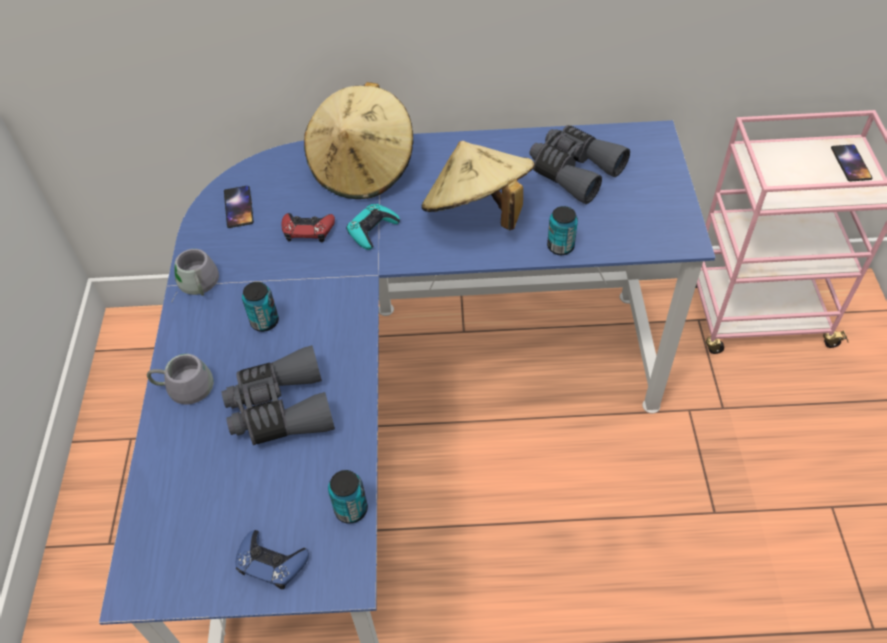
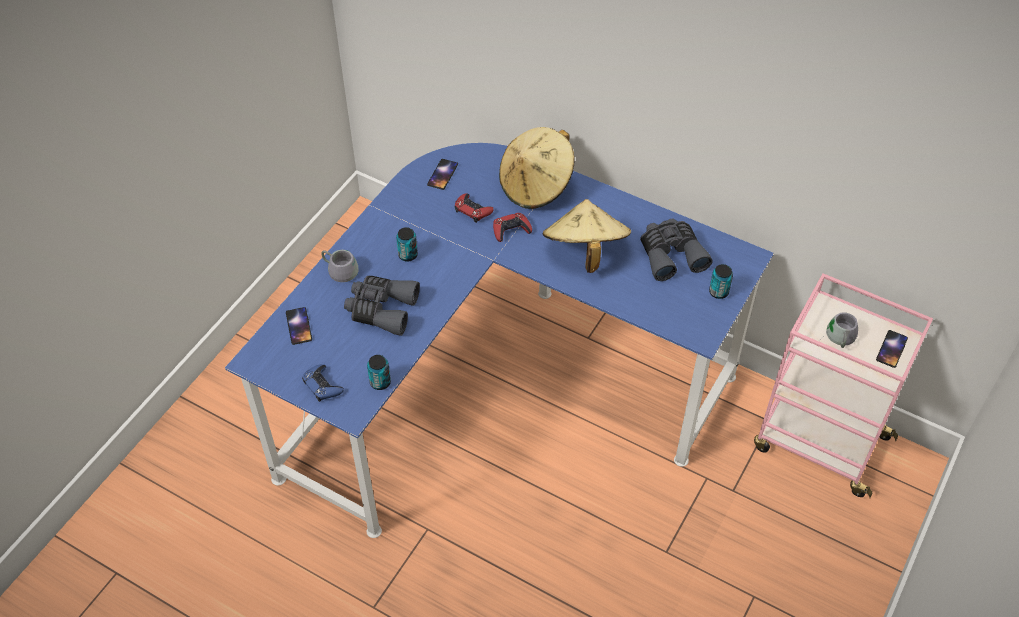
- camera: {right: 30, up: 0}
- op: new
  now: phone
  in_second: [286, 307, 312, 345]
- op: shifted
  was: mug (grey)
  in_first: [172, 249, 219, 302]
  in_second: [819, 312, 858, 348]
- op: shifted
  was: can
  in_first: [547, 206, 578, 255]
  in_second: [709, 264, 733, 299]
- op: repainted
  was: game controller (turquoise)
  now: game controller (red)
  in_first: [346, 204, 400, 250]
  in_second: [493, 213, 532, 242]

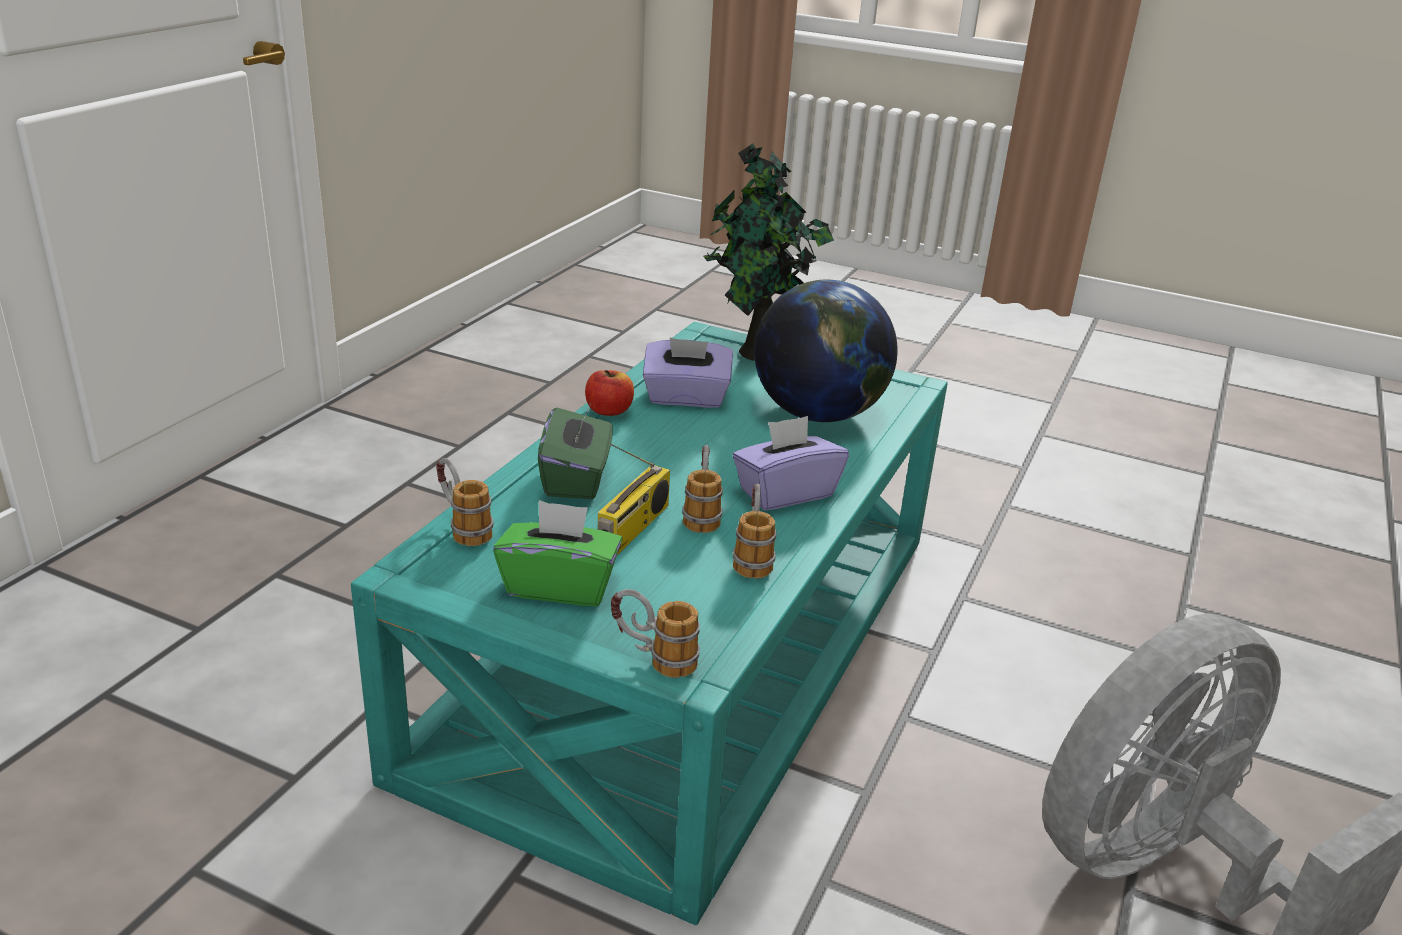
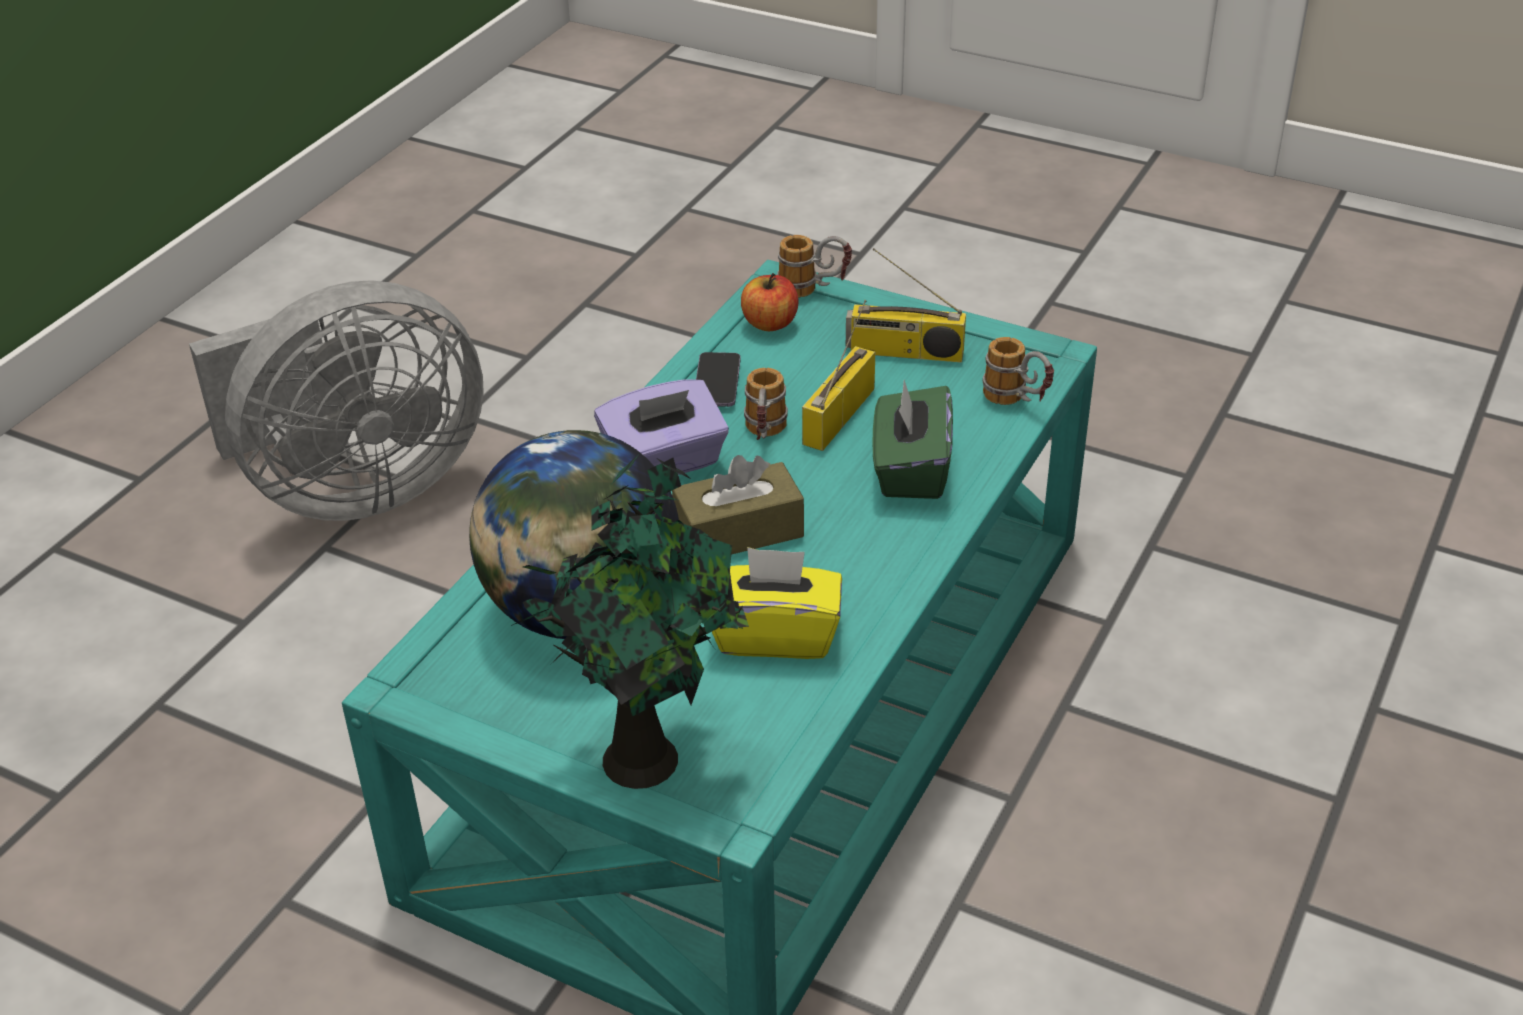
- camera: {right: -175, up: 10}
- op: new
  now: tissue box (brown)
  in_second: [672, 455, 804, 555]
- op: shifted
  was: apple
  in_first: [585, 370, 634, 416]
  in_second: [741, 273, 799, 331]
- op: swapped
  was: tissue box (green)
  now: radio
  in_first: [493, 500, 623, 606]
  in_second: [846, 248, 966, 362]
- op: swapped
  was: mug
  now: phone
  in_first: [733, 484, 776, 579]
  in_second: [696, 352, 741, 407]
- op: repainted
  was: tissue box (purple)
  now: tissue box (yellow)
  in_first: [643, 338, 733, 408]
  in_second: [712, 547, 842, 659]

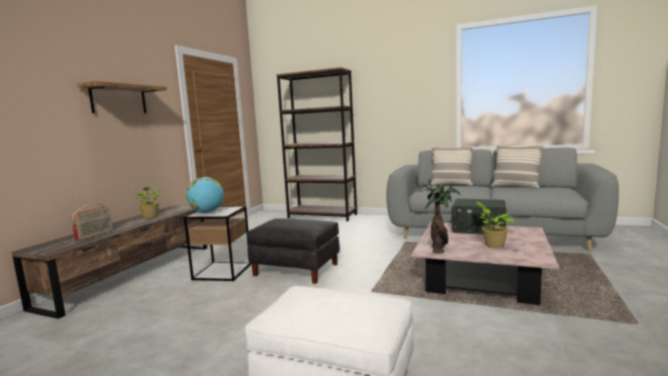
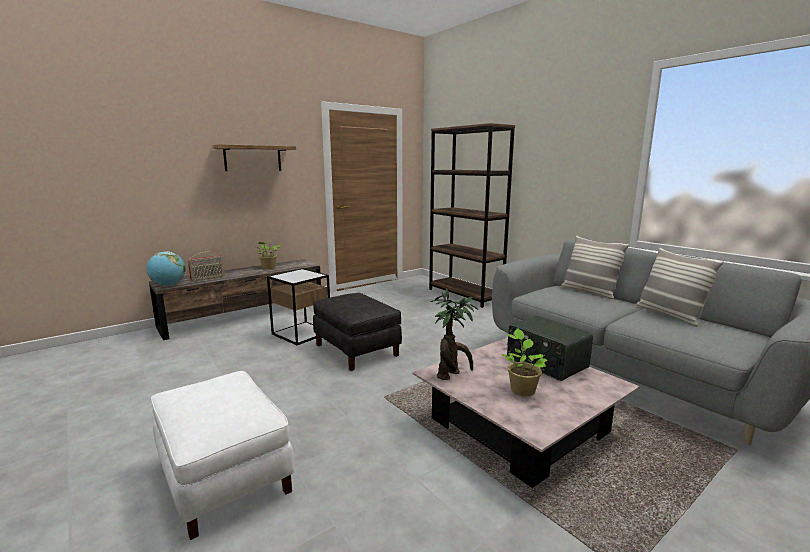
- camera: {right: 30, up: 5}
- op: shifted
  was: globe
  in_first: [186, 177, 224, 213]
  in_second: [147, 251, 186, 286]

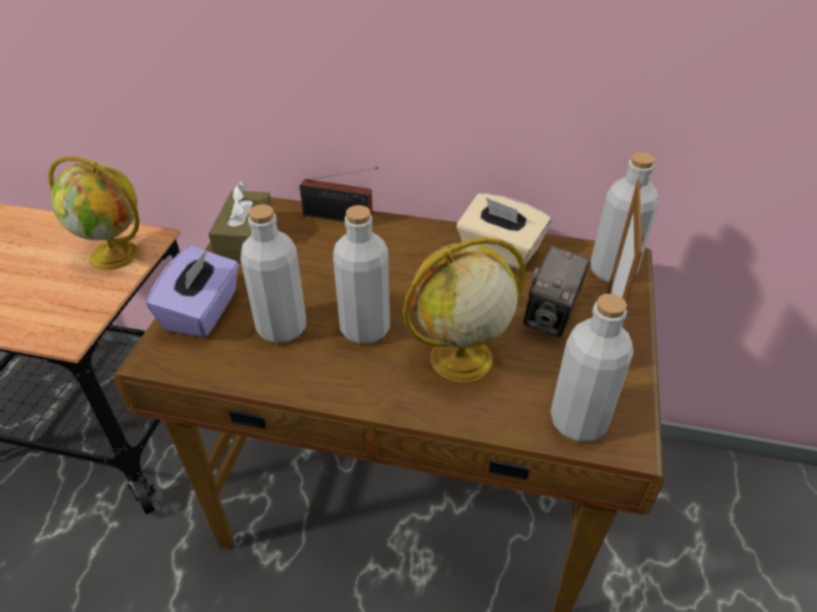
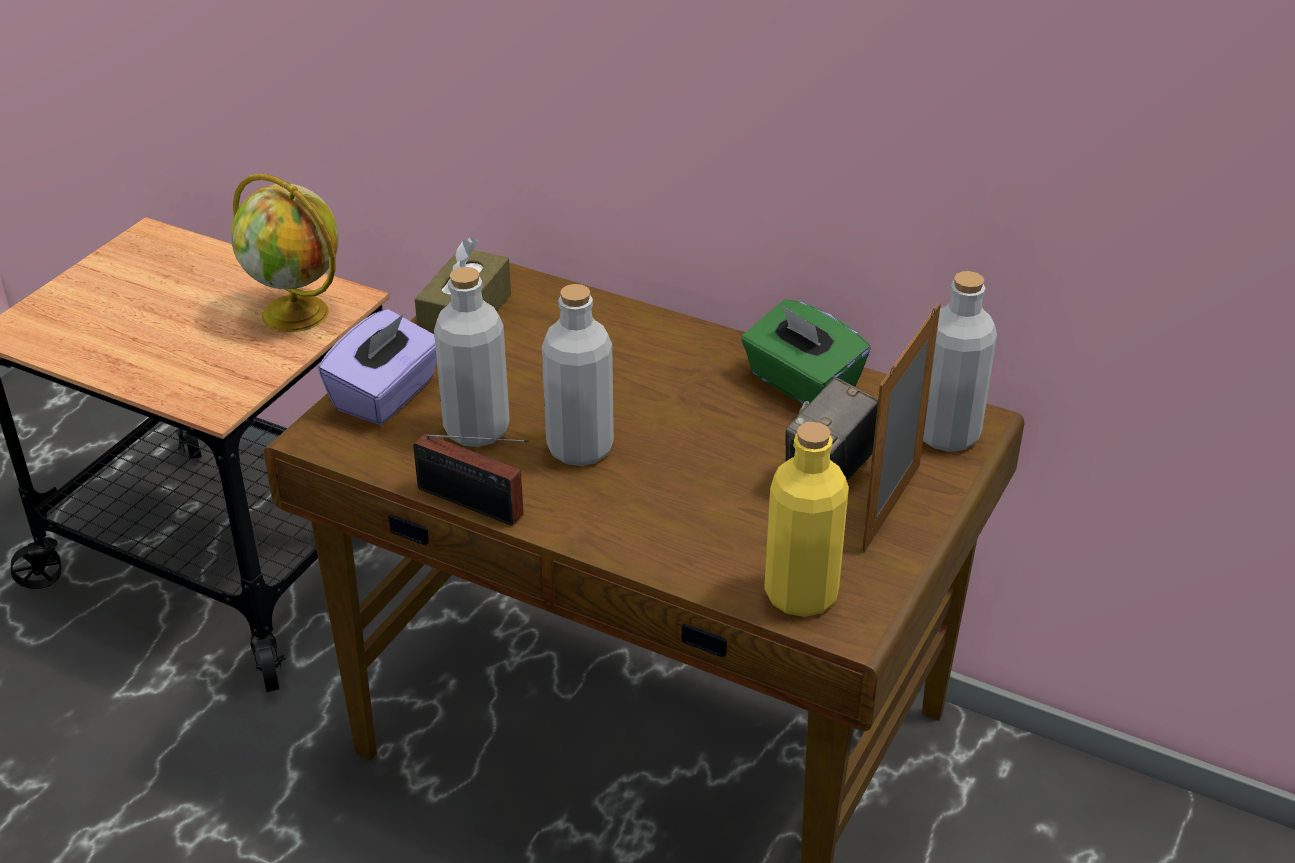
- camera: {right: 15, up: -5}
- op: gone
  was: globe
  in_first: [403, 237, 526, 382]
- op: shifted
  was: radio
  in_first: [300, 167, 378, 222]
  in_second: [413, 434, 528, 526]
- op: repainted
  was: tissue box (beige)
  now: tissue box (green)
  in_first: [457, 193, 551, 269]
  in_second: [741, 299, 871, 404]
- op: repainted
  was: bottle (grey)
  now: bottle (yellow)
  in_first: [551, 294, 634, 442]
  in_second: [764, 422, 849, 617]

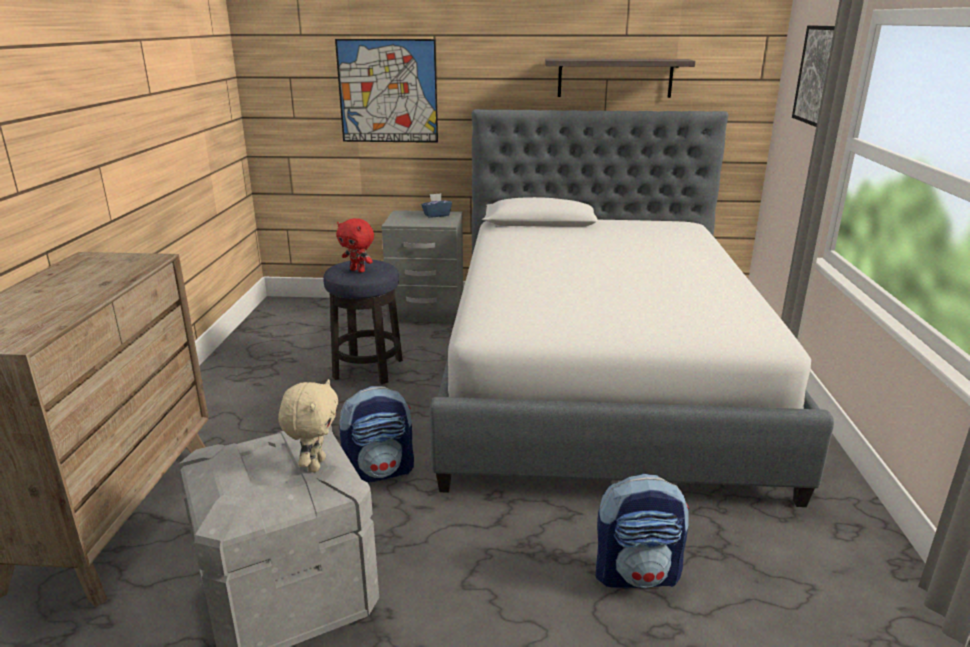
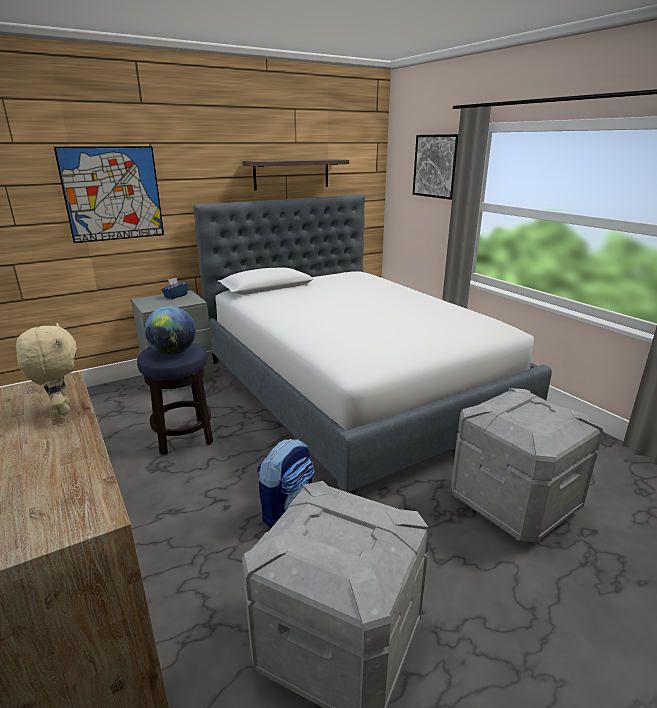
- camera: {right: -35, up: 0}
- op: shifted
  was: plush toy (beige)
  in_first: [278, 379, 339, 472]
  in_second: [16, 323, 77, 415]
- op: swapped
  was: plush toy (red)
  now: globe
  in_first: [337, 218, 374, 273]
  in_second: [145, 306, 196, 355]
- op: swapped
  was: backpack
  now: storage box (grey)
  in_first: [595, 474, 689, 588]
  in_second: [451, 388, 603, 543]

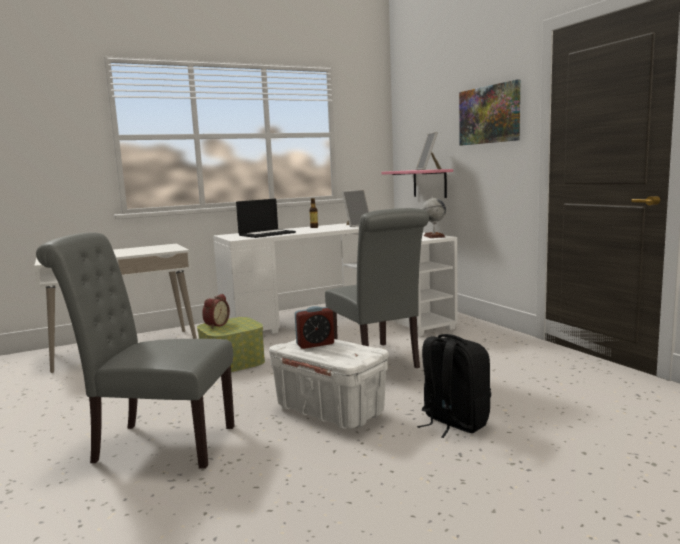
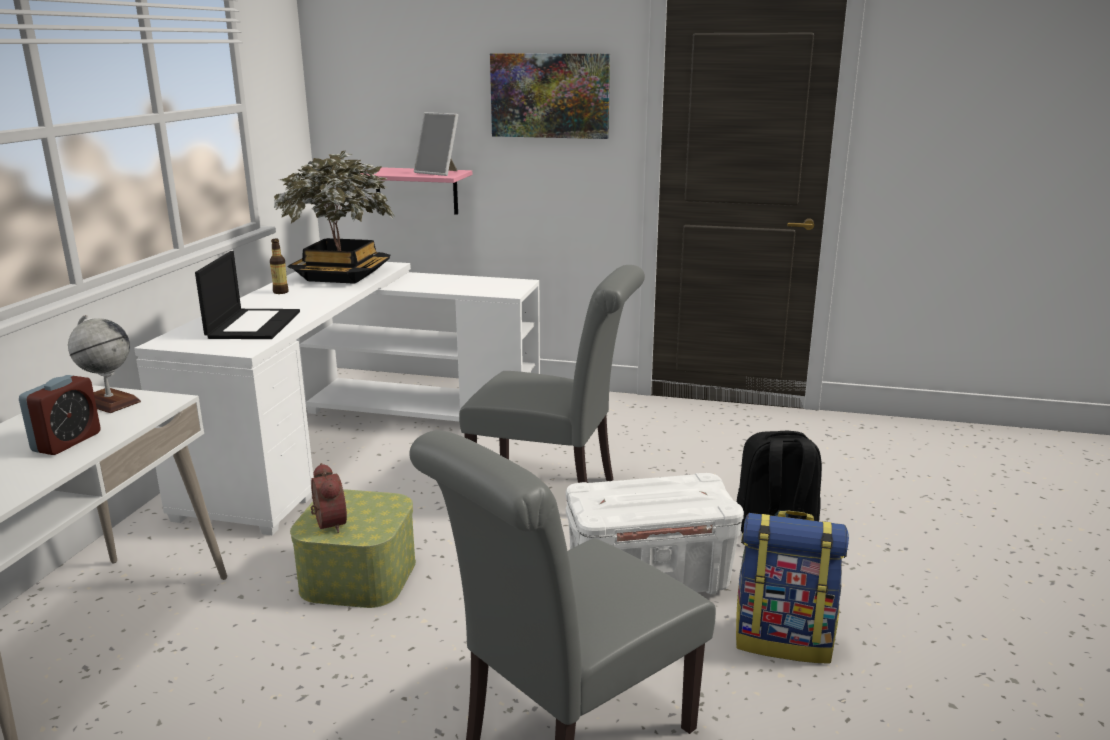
- camera: {right: -50, up: 10}
- op: new
  now: backpack
  in_second: [736, 511, 849, 664]
- op: shifted
  was: alarm clock
  in_first: [295, 306, 334, 349]
  in_second: [19, 375, 101, 455]
- op: shifted
  was: globe
  in_first: [422, 196, 446, 238]
  in_second: [68, 314, 141, 413]
- op: swapped
  was: picture frame
  now: potted plant
  in_first: [342, 190, 369, 227]
  in_second: [274, 150, 394, 284]

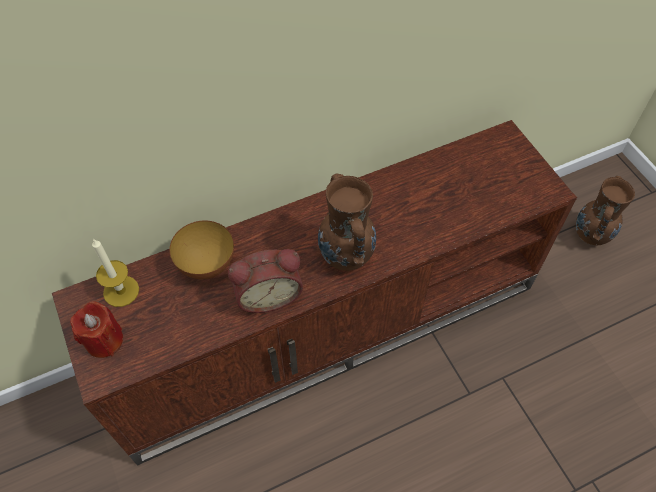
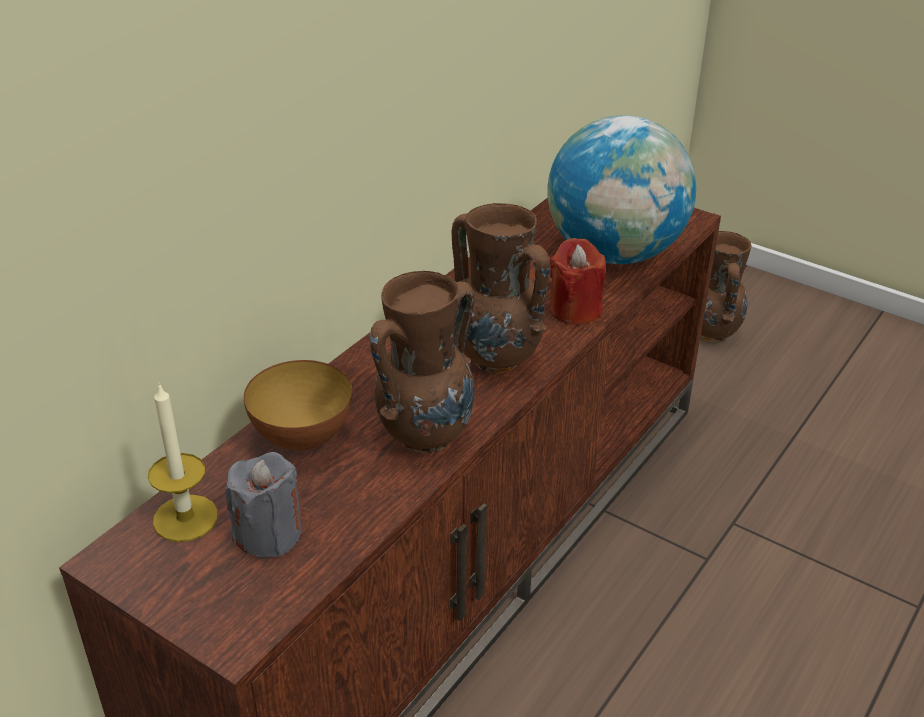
- camera: {right: -30, up: -20}
- op: new
  now: candle (grey)
  in_second: [225, 452, 302, 557]
- op: new
  now: globe
  in_second: [548, 115, 696, 264]
- op: shifted
  was: candle (red)
  in_first: [70, 302, 123, 358]
  in_second: [550, 238, 606, 325]
- op: swapped
  was: alarm clock
  now: vase (brown)
  in_first: [228, 249, 303, 313]
  in_second: [370, 271, 474, 453]

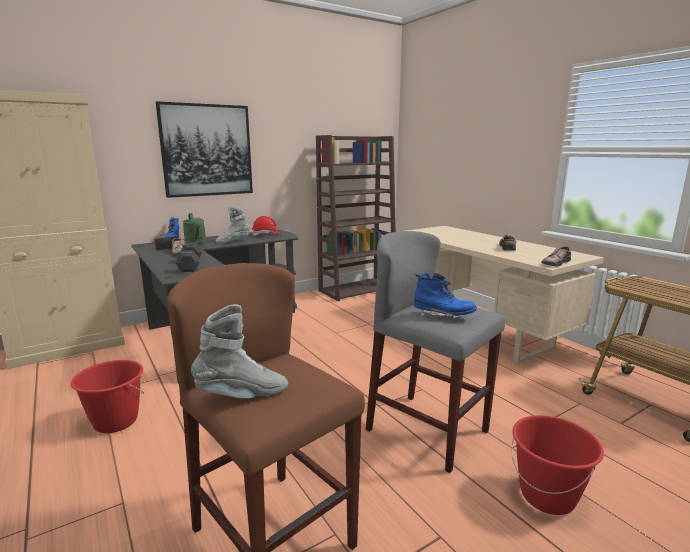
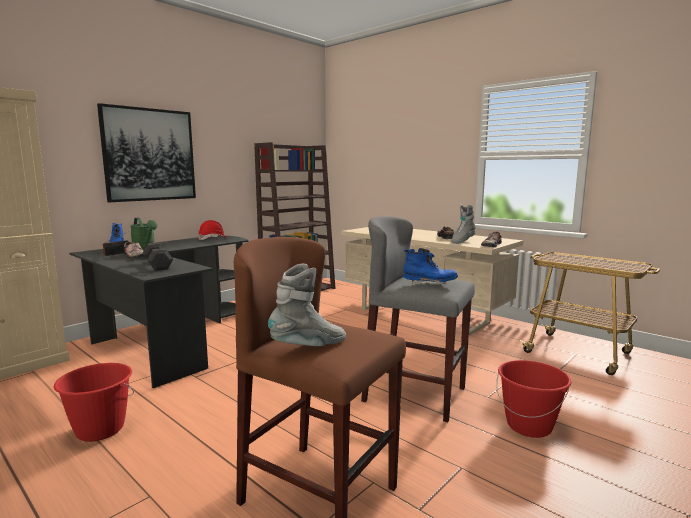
- camera: {right: -15, up: -5}
- op: shifted
  was: boot (grey)
  in_first: [215, 206, 250, 244]
  in_second: [451, 205, 476, 244]

